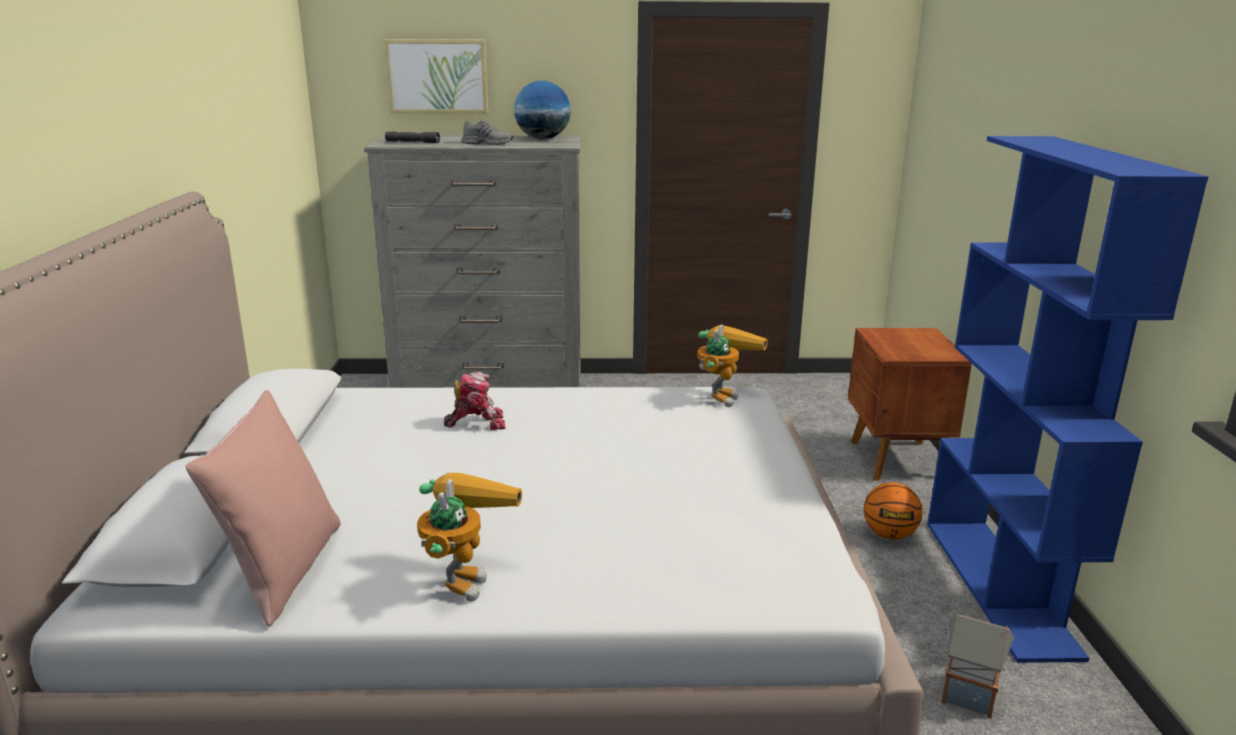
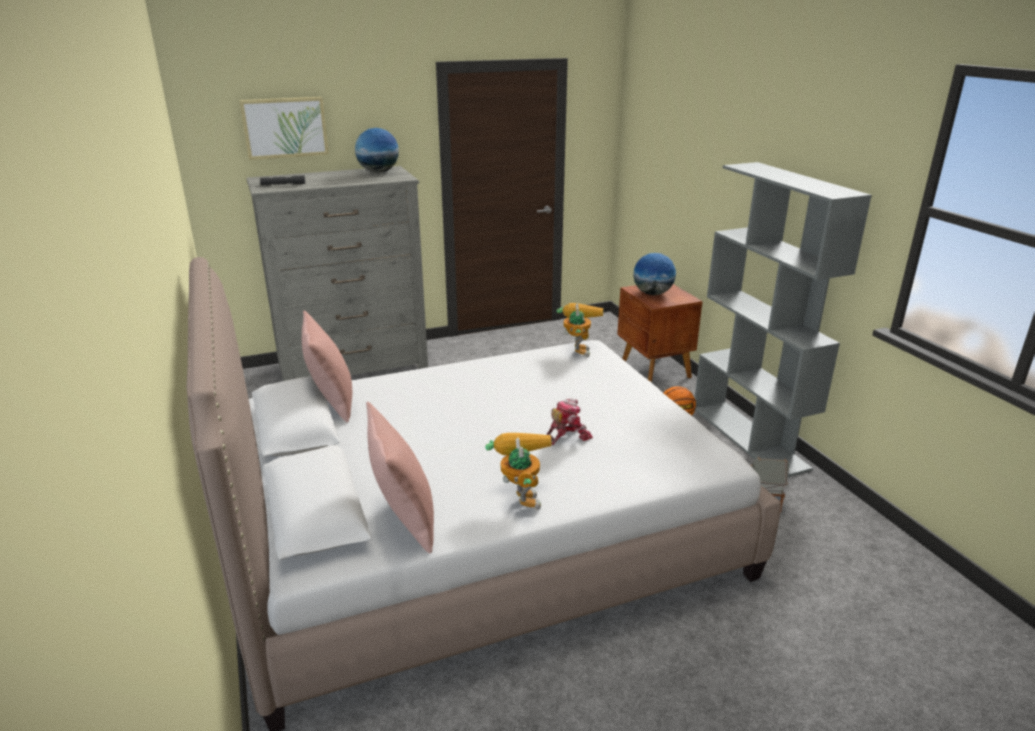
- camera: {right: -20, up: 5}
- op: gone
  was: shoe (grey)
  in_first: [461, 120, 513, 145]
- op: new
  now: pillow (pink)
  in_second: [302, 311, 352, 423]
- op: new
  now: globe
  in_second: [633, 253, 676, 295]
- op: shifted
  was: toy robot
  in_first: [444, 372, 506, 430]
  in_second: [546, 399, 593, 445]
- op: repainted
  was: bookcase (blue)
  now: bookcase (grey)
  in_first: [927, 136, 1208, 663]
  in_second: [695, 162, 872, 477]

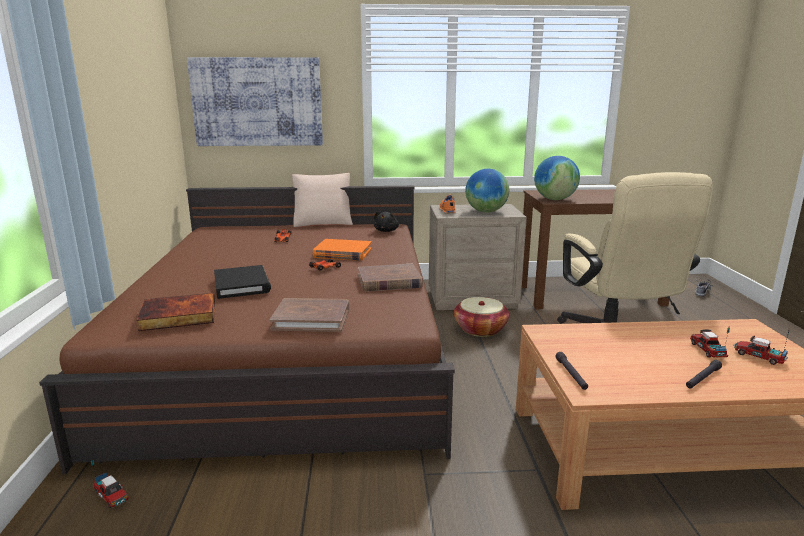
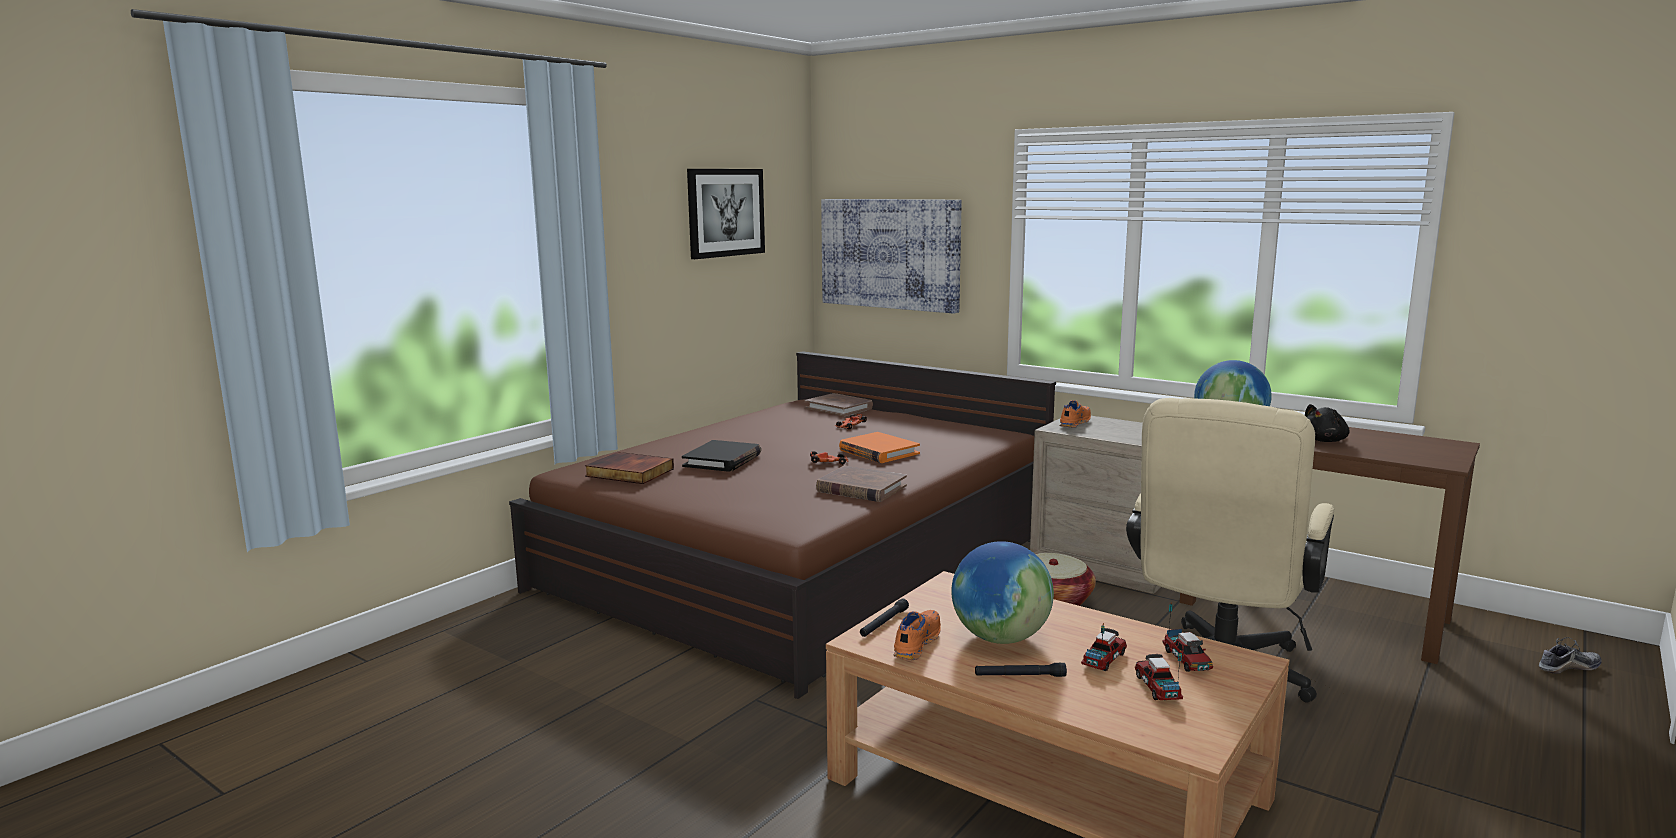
- camera: {right: 40, up: -5}
- op: gone
  was: pillow (beige)
  in_first: [292, 173, 353, 227]
- op: new
  now: picture
  in_second: [687, 169, 765, 259]
- op: new
  now: shoe (orange)
  in_second: [893, 610, 941, 660]
- op: shifted
  was: toy truck
  in_first: [91, 460, 129, 508]
  in_second: [1162, 602, 1213, 672]
- op: shifted
  was: book (brown)
  in_first: [270, 298, 349, 332]
  in_second: [805, 393, 873, 417]
- op: shifted
  was: plush toy (black)
  in_first: [374, 211, 399, 232]
  in_second: [1305, 404, 1350, 442]
- op: shifted
  was: globe
  in_first: [465, 169, 509, 213]
  in_second: [951, 541, 1054, 644]

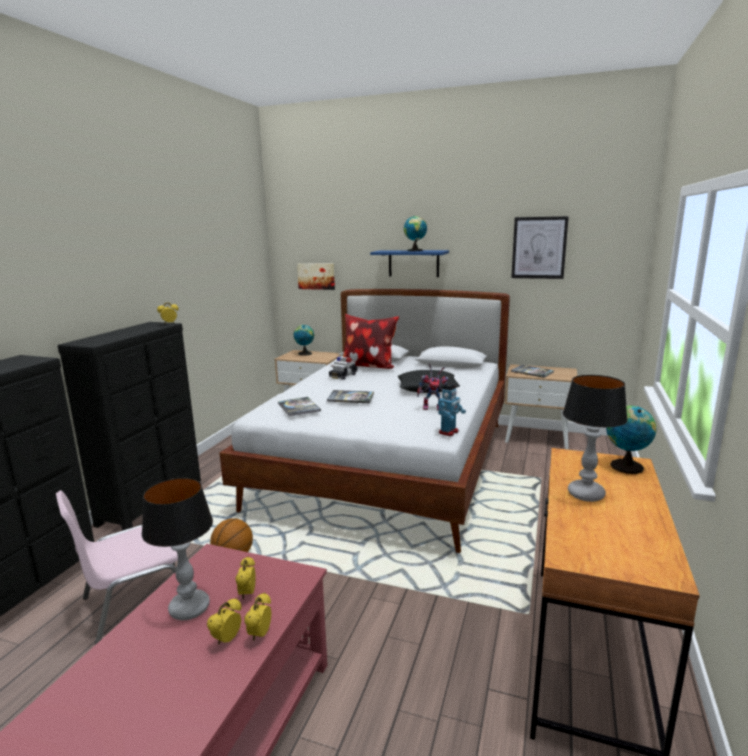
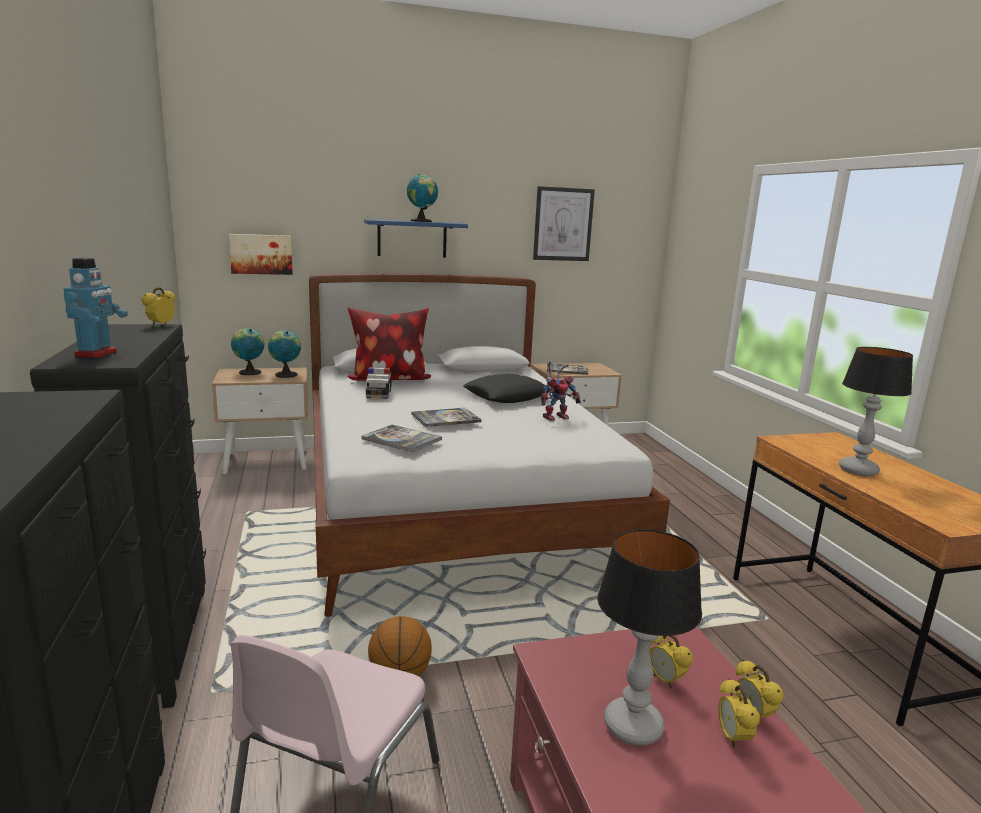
- camera: {right: -35, up: 0}
- op: shifted
  was: toy robot
  in_first: [438, 383, 466, 436]
  in_second: [64, 258, 128, 358]
- op: shifted
  was: globe
  in_first: [606, 405, 656, 474]
  in_second: [268, 331, 301, 378]

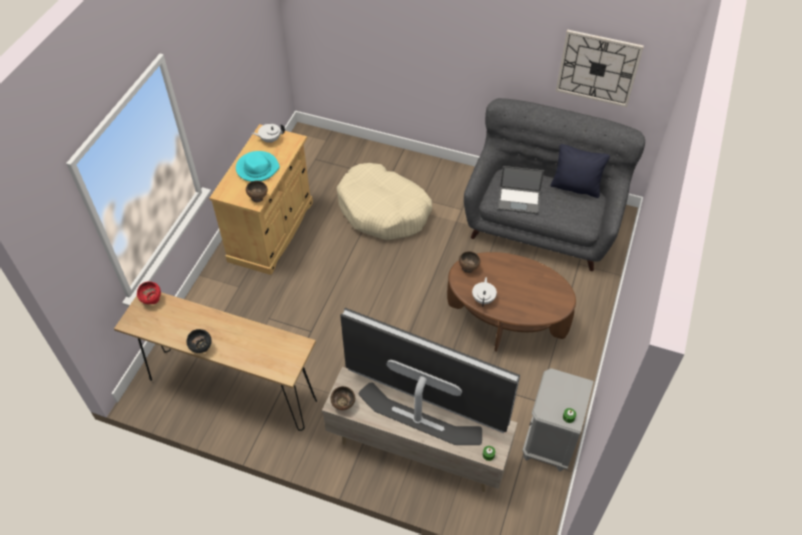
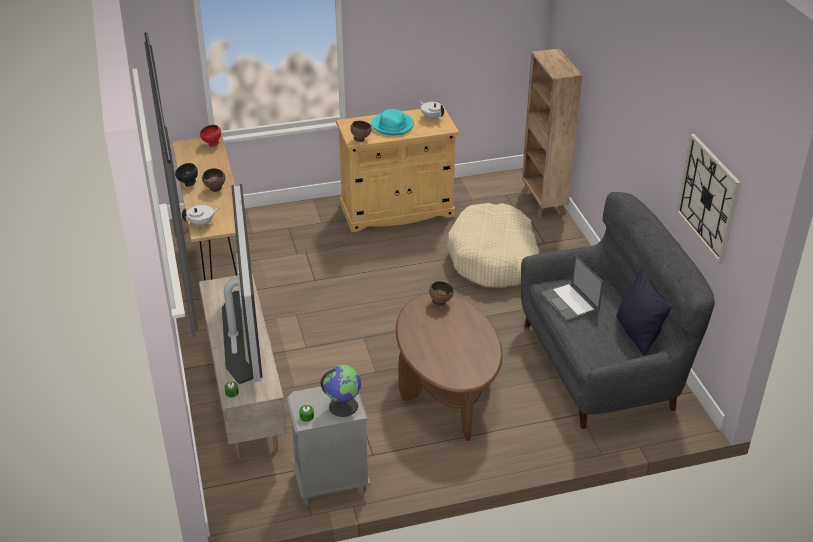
- camera: {right: 55, up: -15}
- op: new
  now: globe
  in_second: [321, 364, 361, 417]
- op: new
  now: bookcase (brown)
  in_second: [521, 49, 583, 219]
- op: shifted
  was: bowl (brown)
  in_first: [330, 386, 355, 410]
  in_second: [202, 168, 225, 192]
- op: shifted
  was: teapot (white)
  in_first: [472, 277, 497, 307]
  in_second: [182, 205, 220, 228]

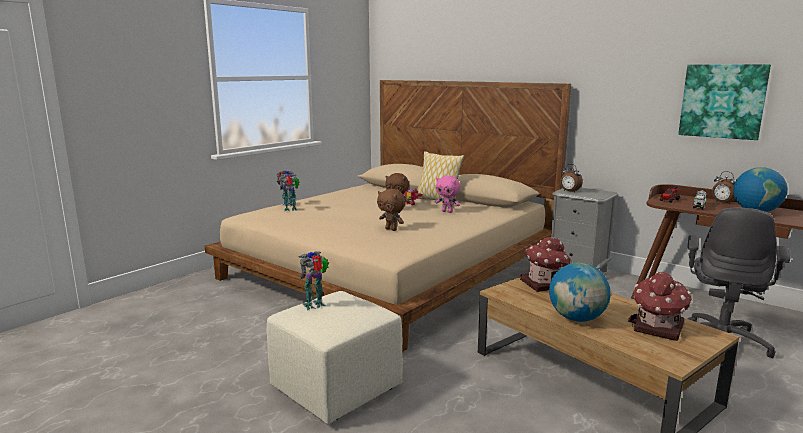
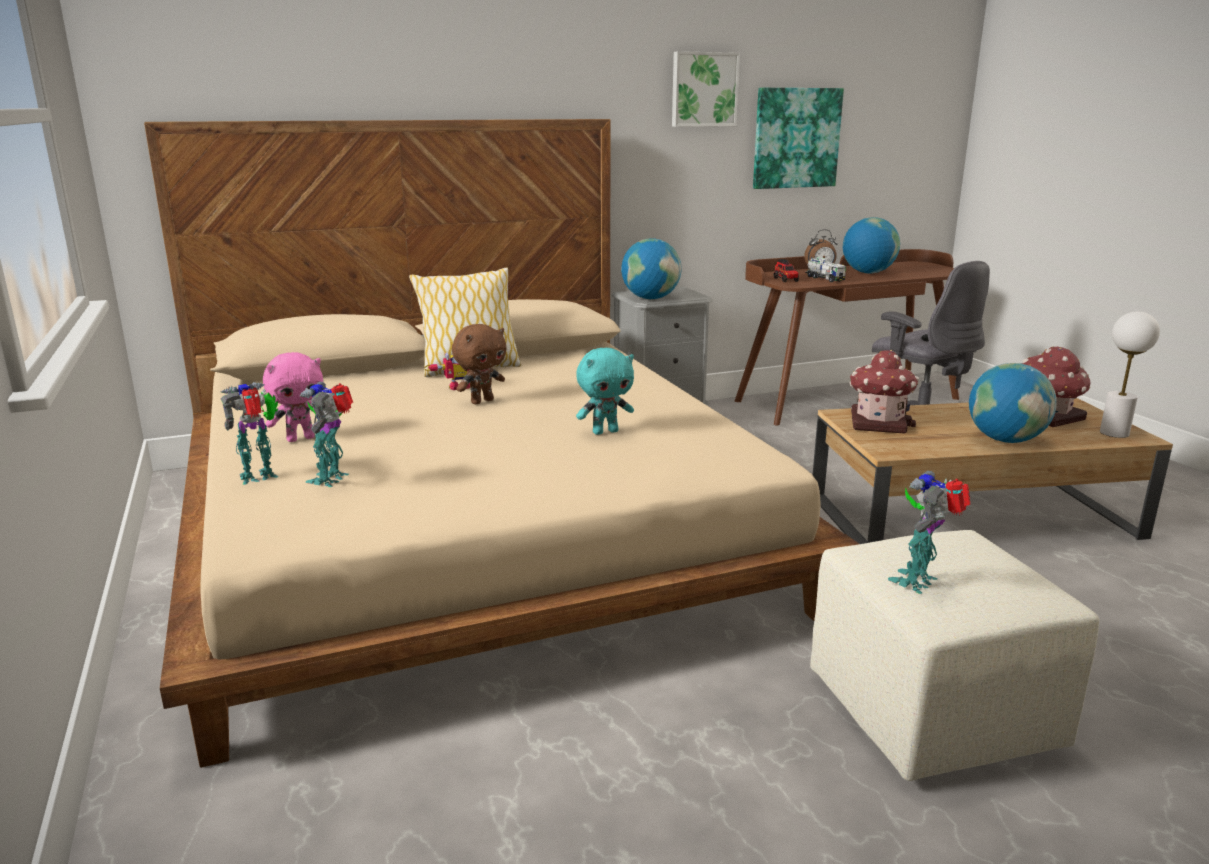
- camera: {right: -60, up: 5}
- op: new
  now: picture
  in_second: [672, 51, 740, 127]
- op: new
  now: table lamp (white)
  in_second: [1100, 311, 1160, 438]
- op: shifted
  was: plush toy (pink)
  in_first: [435, 175, 460, 213]
  in_second: [263, 352, 323, 442]
- op: swapped
  was: alarm clock
  now: globe
  in_first: [560, 164, 583, 193]
  in_second: [621, 238, 682, 299]
- op: repainted
  was: plush toy (brown)
  now: plush toy (turquoise)
  in_first: [377, 189, 406, 231]
  in_second: [576, 348, 634, 435]
- op: rotated
  was: toy robot
  in_first: [298, 251, 329, 310]
  in_second: [888, 471, 970, 594]
  clockwise: 45

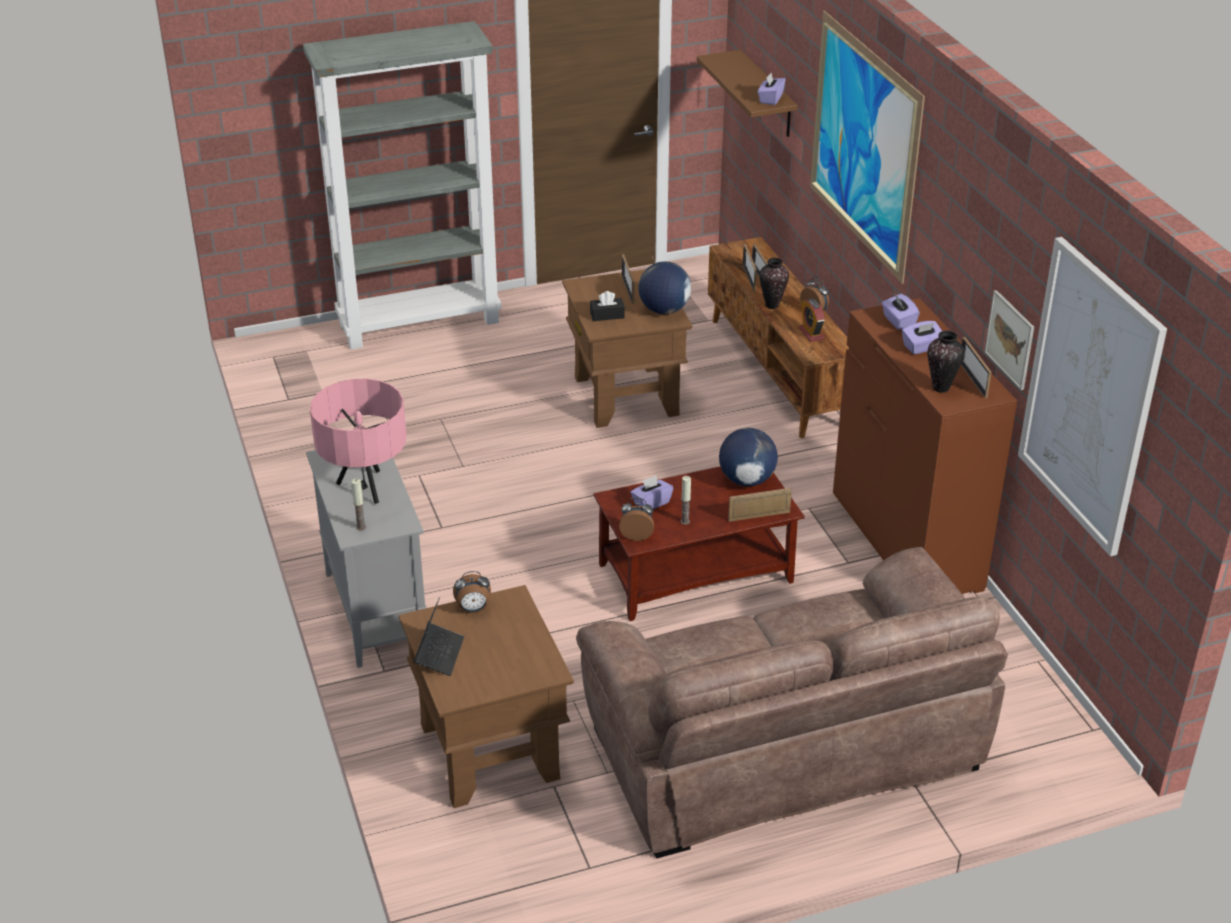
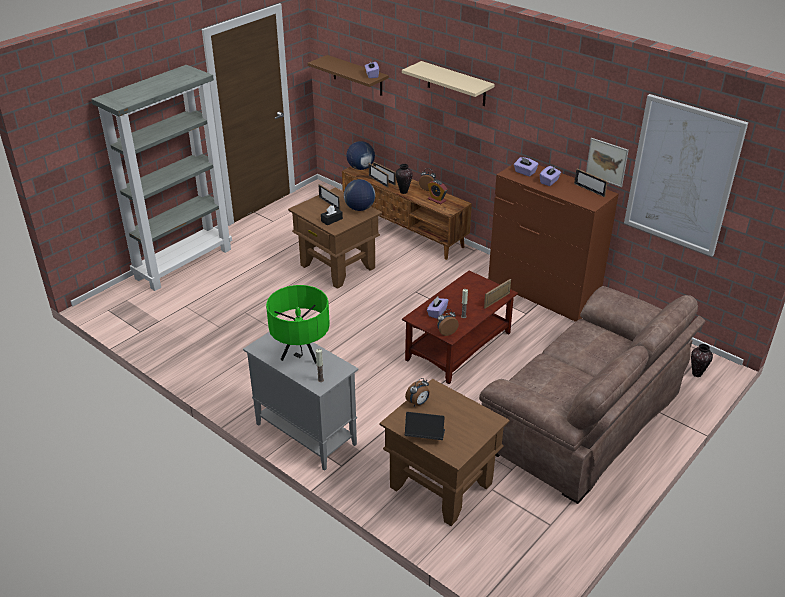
- camera: {right: -30, up: 0}
- op: shifted
  was: globe
  in_first: [719, 428, 778, 486]
  in_second: [346, 141, 375, 170]
- op: shifted
  was: vase
  in_first: [927, 330, 964, 393]
  in_second: [691, 344, 713, 377]
- op: swapped
  was: picture
  now: shelf (beige)
  in_first: [810, 11, 925, 284]
  in_second: [402, 61, 495, 106]
- op: repainted
  was: table lamp (pink)
  now: table lamp (green)
  in_first: [310, 379, 406, 504]
  in_second: [266, 285, 330, 363]
- op: rotated
  was: laptop
  in_first: [414, 597, 464, 676]
  in_second: [405, 412, 445, 440]
  clockwise: -60

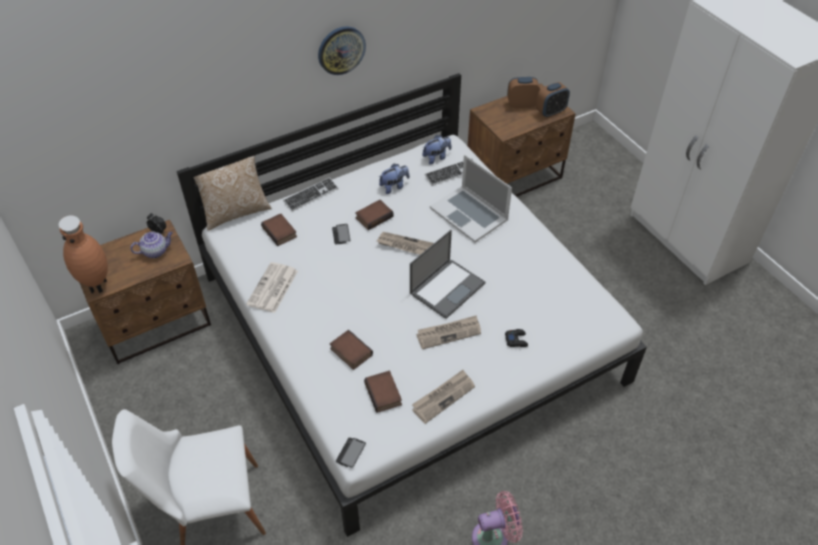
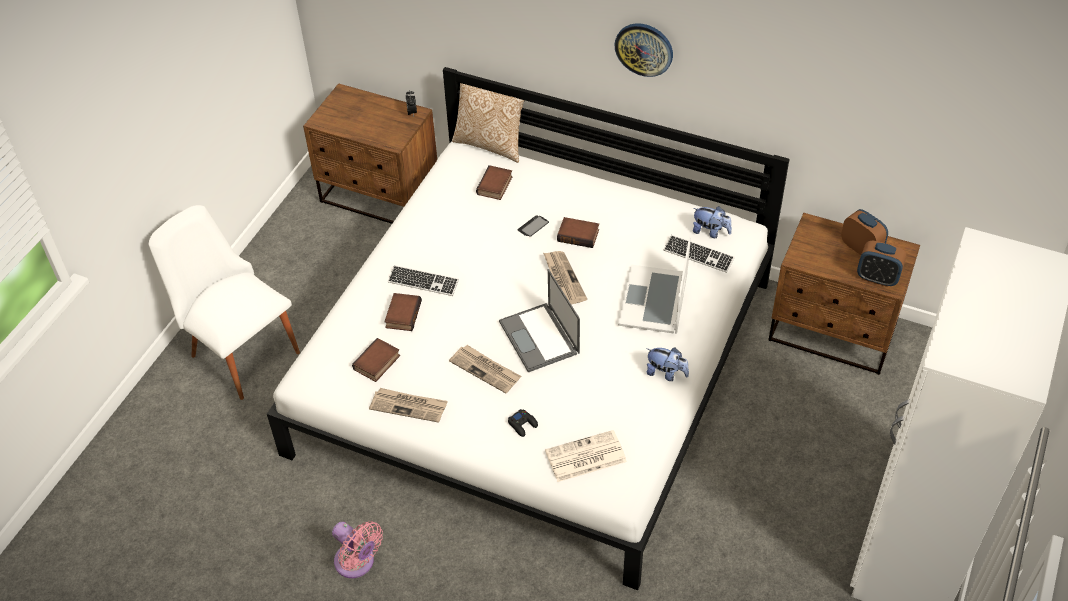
- camera: {right: 55, up: 0}
- op: gone
  was: vase (brown)
  in_first: [59, 215, 108, 294]
- op: gone
  was: teapot
  in_first: [130, 231, 173, 258]
- op: gone
  was: phone
  in_first: [336, 438, 366, 468]
- op: shifted
  was: newspaper
  in_first: [246, 262, 298, 313]
  in_second: [545, 430, 627, 482]
- op: shifted
  was: keyboard
  in_first: [283, 177, 338, 211]
  in_second: [388, 265, 459, 296]
- op: shifted
  was: plush toy
  in_first: [379, 163, 409, 194]
  in_second: [647, 348, 689, 381]
- op: rotated
  was: laptop
  in_first: [410, 230, 485, 319]
  in_second: [499, 269, 580, 372]
  clockwise: 60

